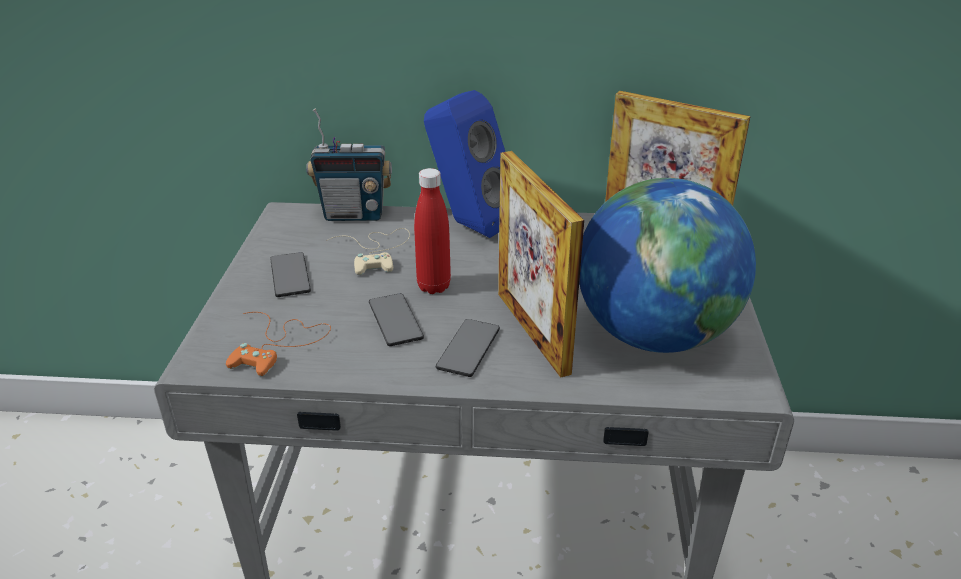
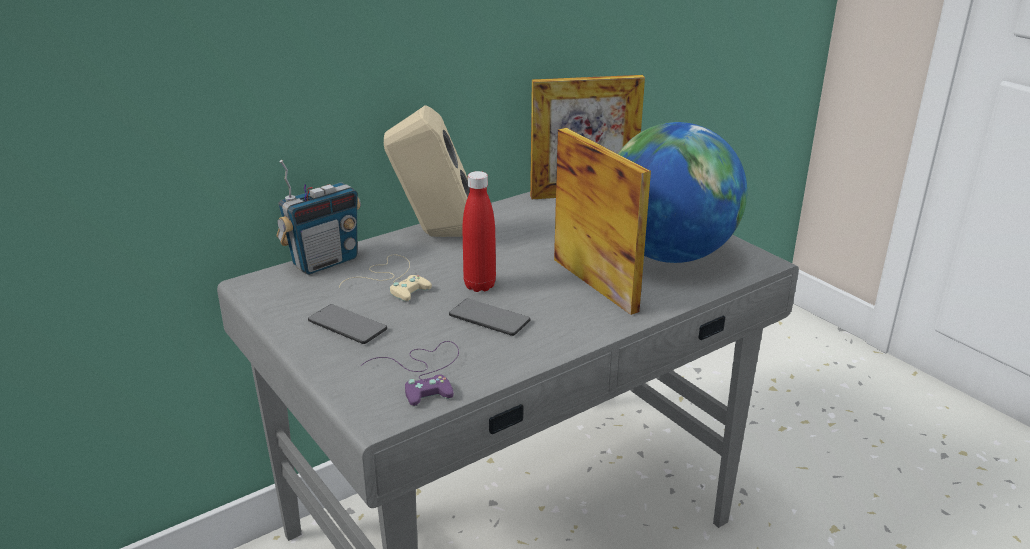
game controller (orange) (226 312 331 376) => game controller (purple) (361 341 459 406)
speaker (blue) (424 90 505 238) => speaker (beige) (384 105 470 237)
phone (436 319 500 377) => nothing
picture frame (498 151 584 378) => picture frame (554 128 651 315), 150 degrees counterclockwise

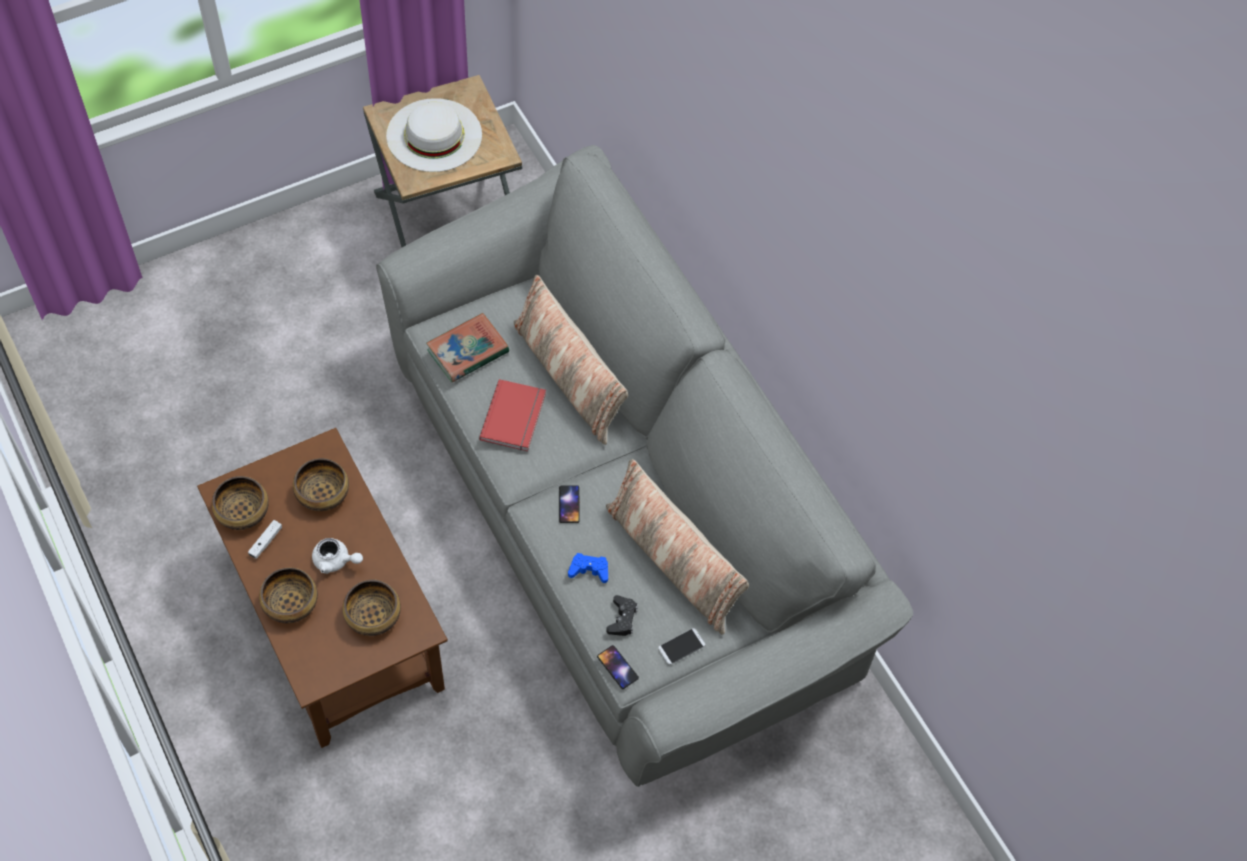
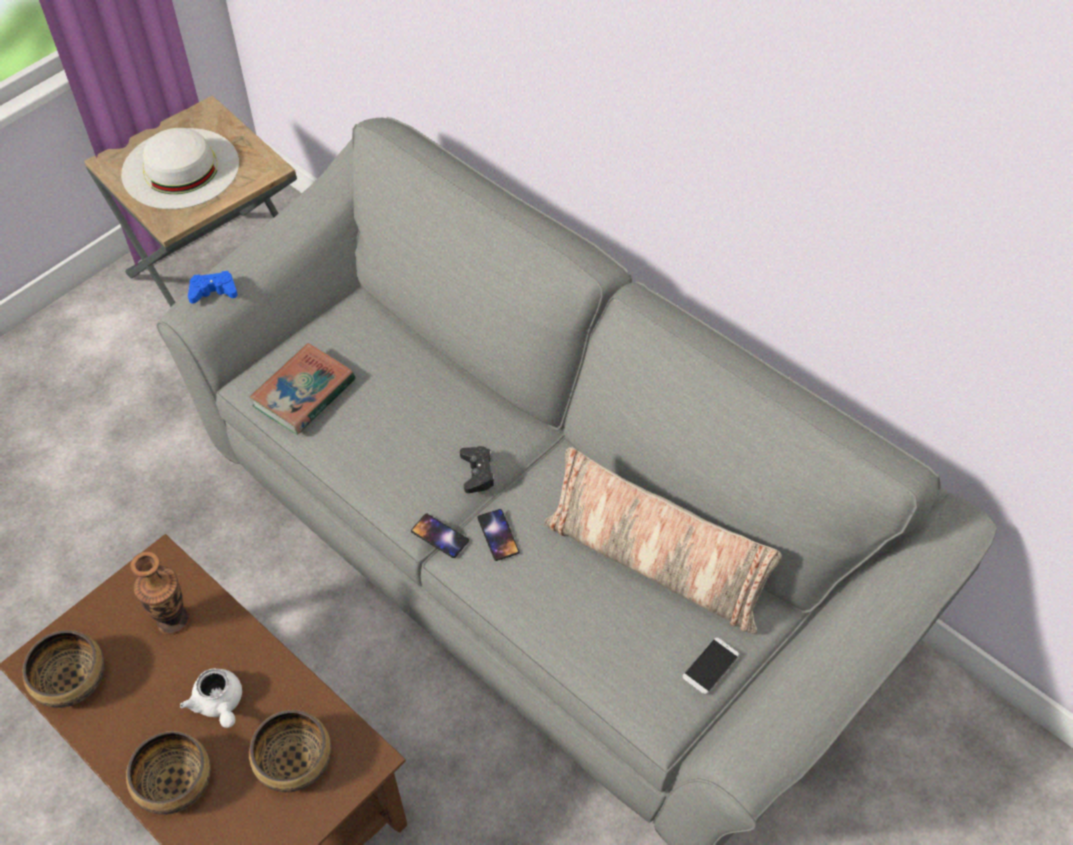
game controller (white) (248 520 282 559) => nothing
bowl (293 458 349 511) => vase (130 551 190 635)
teapot (white) (312 538 363 574) => teapot (white) (180 668 242 728), 60 degrees clockwise
book (red) (479 379 546 451) => nothing
pillow (514 275 628 445) => nothing
game controller (blue) (568 553 608 583) => game controller (blue) (188 271 238 304), shifted
phone (597 645 639 689) => phone (411 514 469 558), shifted
game controller (black) (606 595 638 636) => game controller (black) (460 446 495 493), shifted

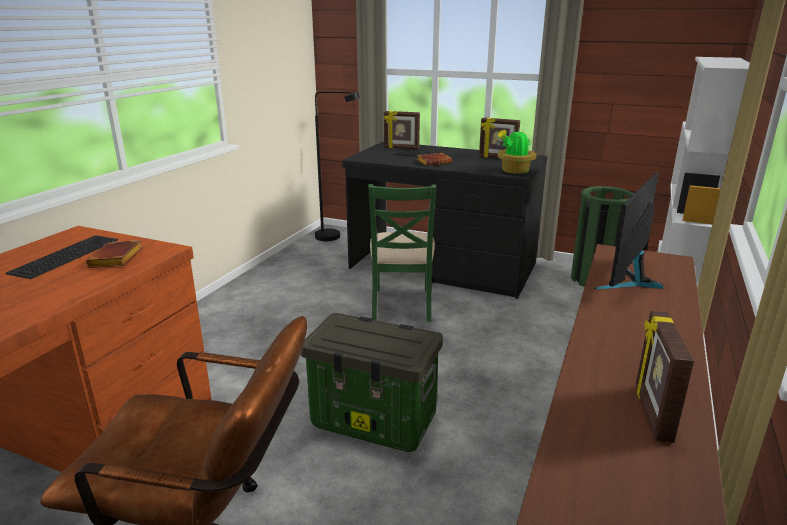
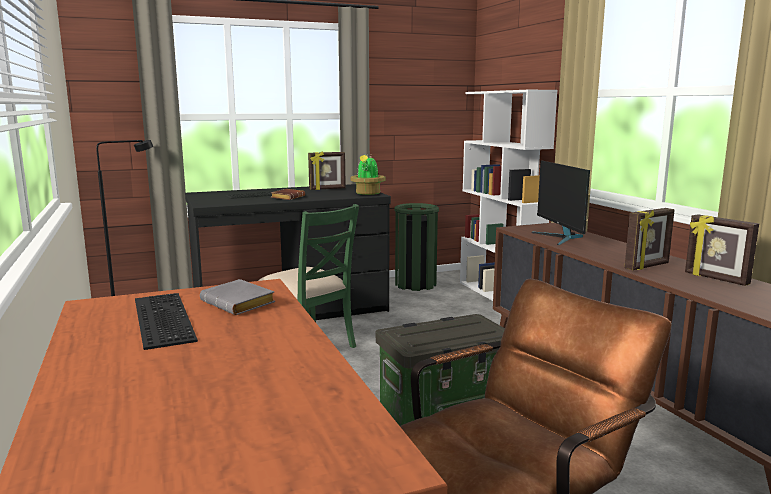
book (brown) (86 240 143 268) => book (grey) (200 279 275 315)
picture frame (384 111 420 149) => picture frame (624 208 675 270), shifted

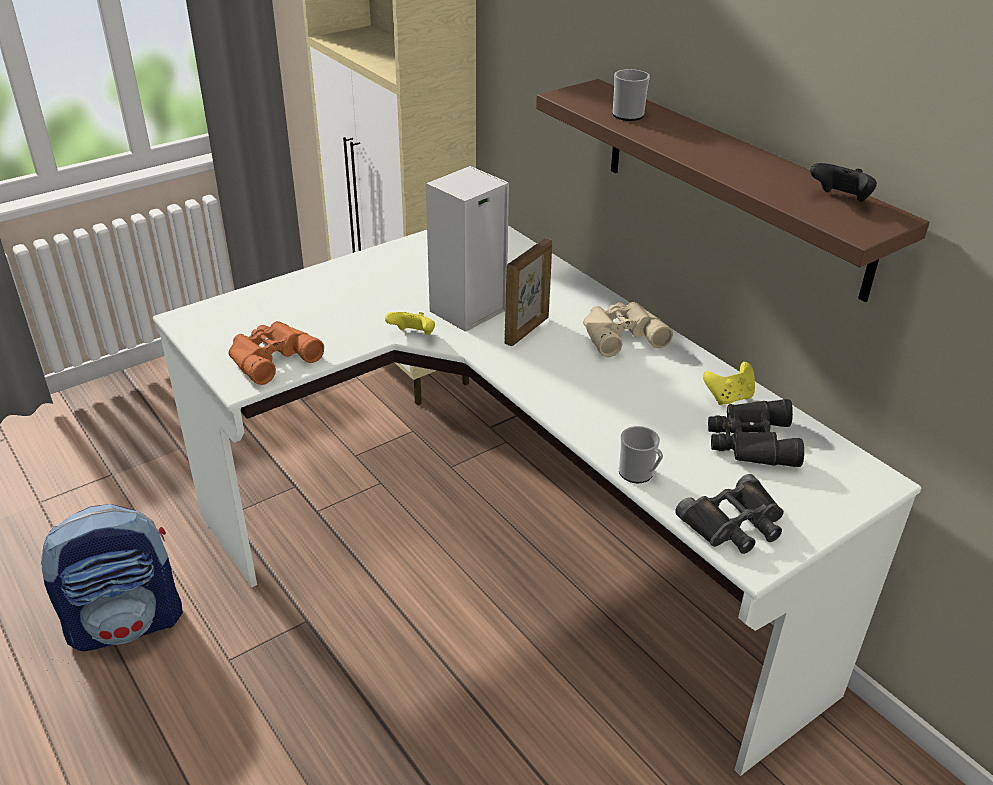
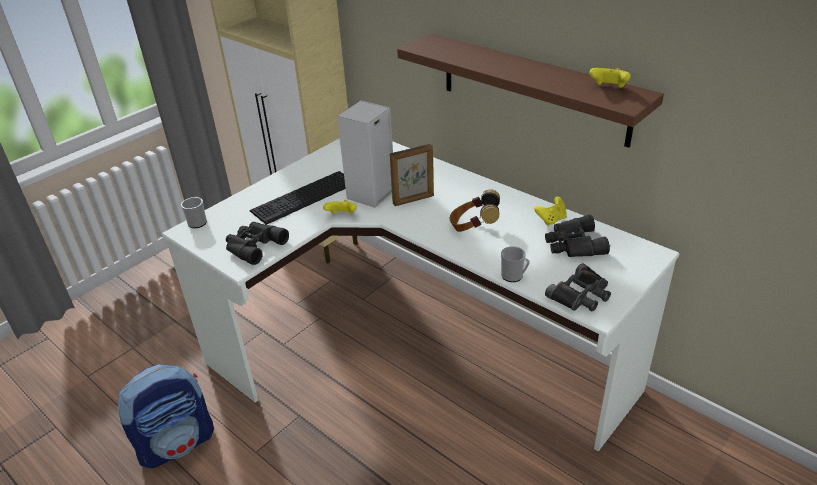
binoculars (orange) (229 321 324 385) => binoculars (black) (226 222 289 265)
picture frame (504 238 552 346) => picture frame (390 144 434 206), 45 degrees clockwise
binoculars (beige) (583 302 673 357) => nothing
mug (613 69 650 121) => mug (181 197 207 228), shifted
game controller (black) (810 163 877 202) => game controller (yellow) (589 68 631 88)
nothing => keyboard (250 171 346 225)
nothing => headphones (450 190 500 232)

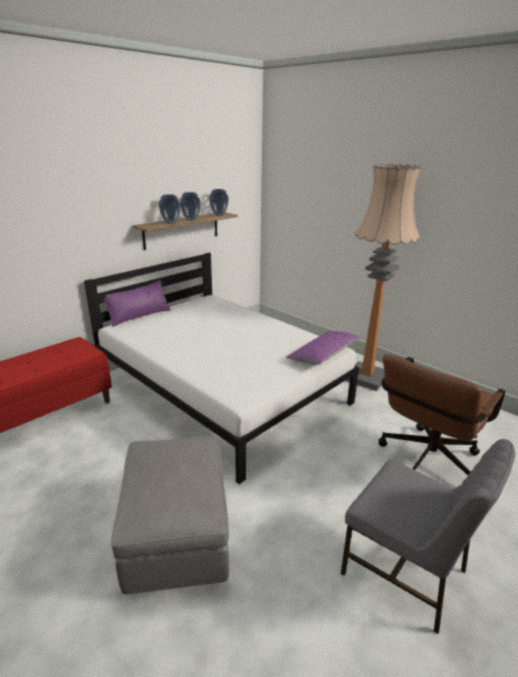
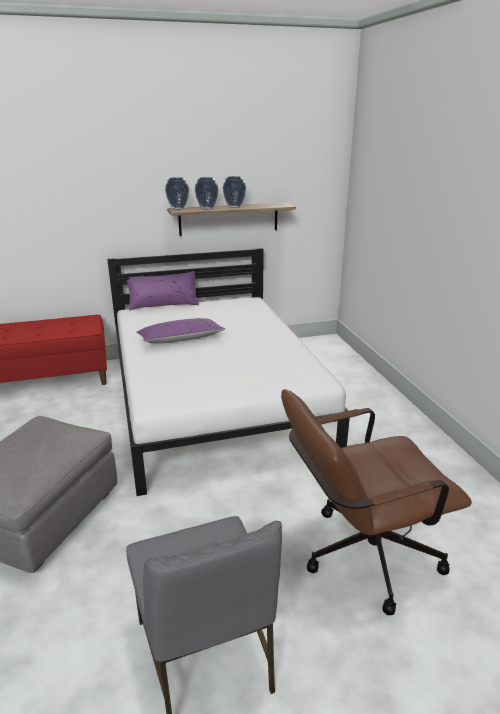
vase (209 189 229 216) => vase (165 177 189 210), shifted
pillow (purple) (286 331 361 365) => pillow (purple) (137 318 225 344), shifted
floor lamp (345 164 420 391) => nothing

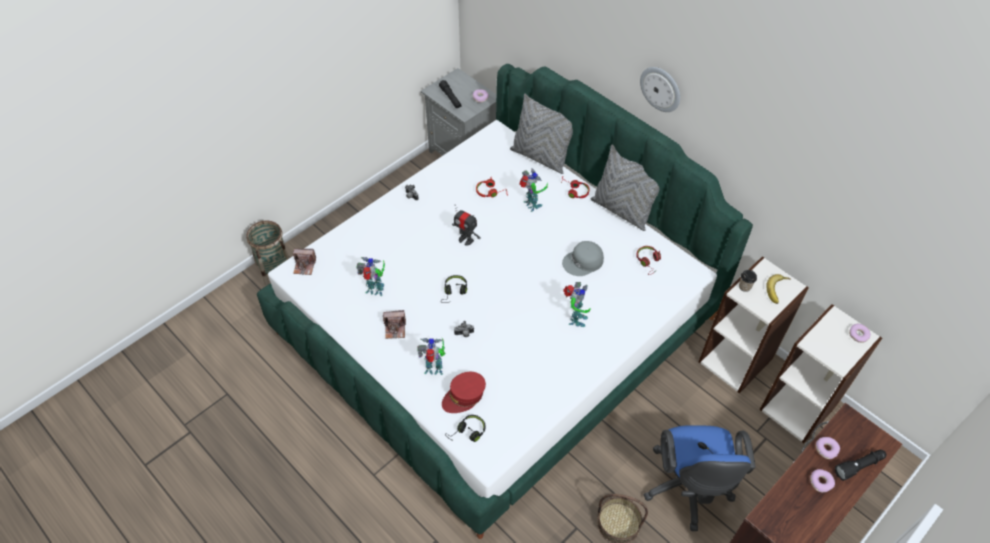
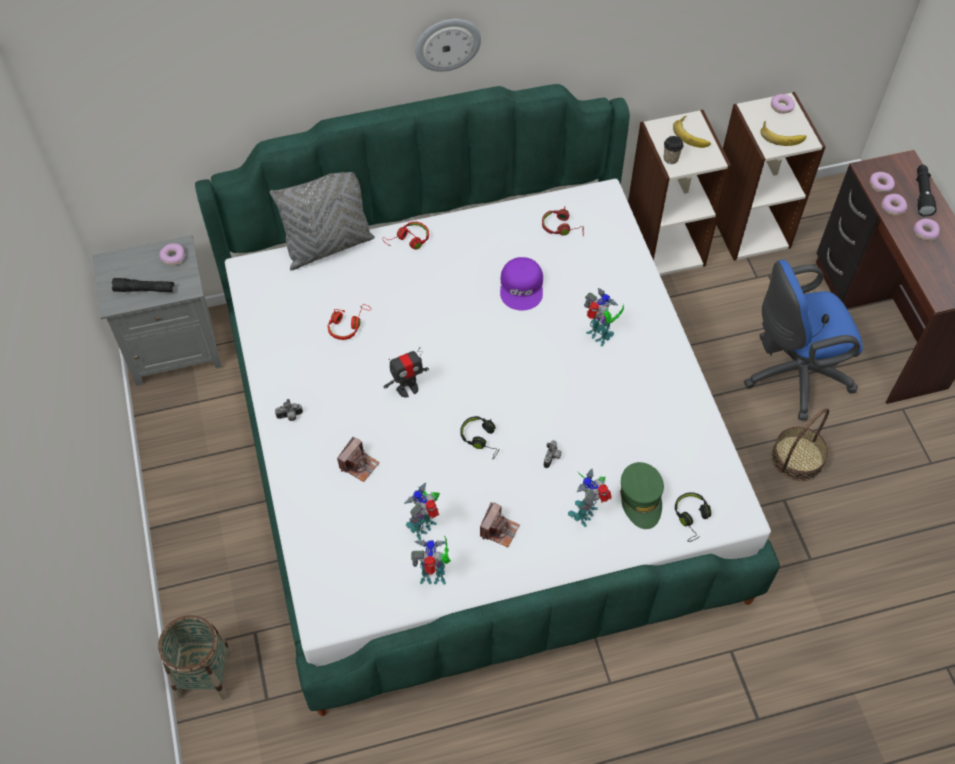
photo camera (293 249 316 275) => photo camera (337 437 380 482), shifted
cap (red) (442 372 486 413) => cap (green) (620 462 664 529)
toy robot (519 169 548 212) => toy robot (411 536 451 585), shifted
cap (grey) (562 241 604 276) => cap (purple) (500 257 543 310)
pillow (grey) (591 145 660 231) => nothing
office chair (blue) (644 425 756 531) => office chair (blue) (744 260 863 420), 135 degrees clockwise
nothing => banana (760 121 806 146)
nothing => donut (870 172 895 193)

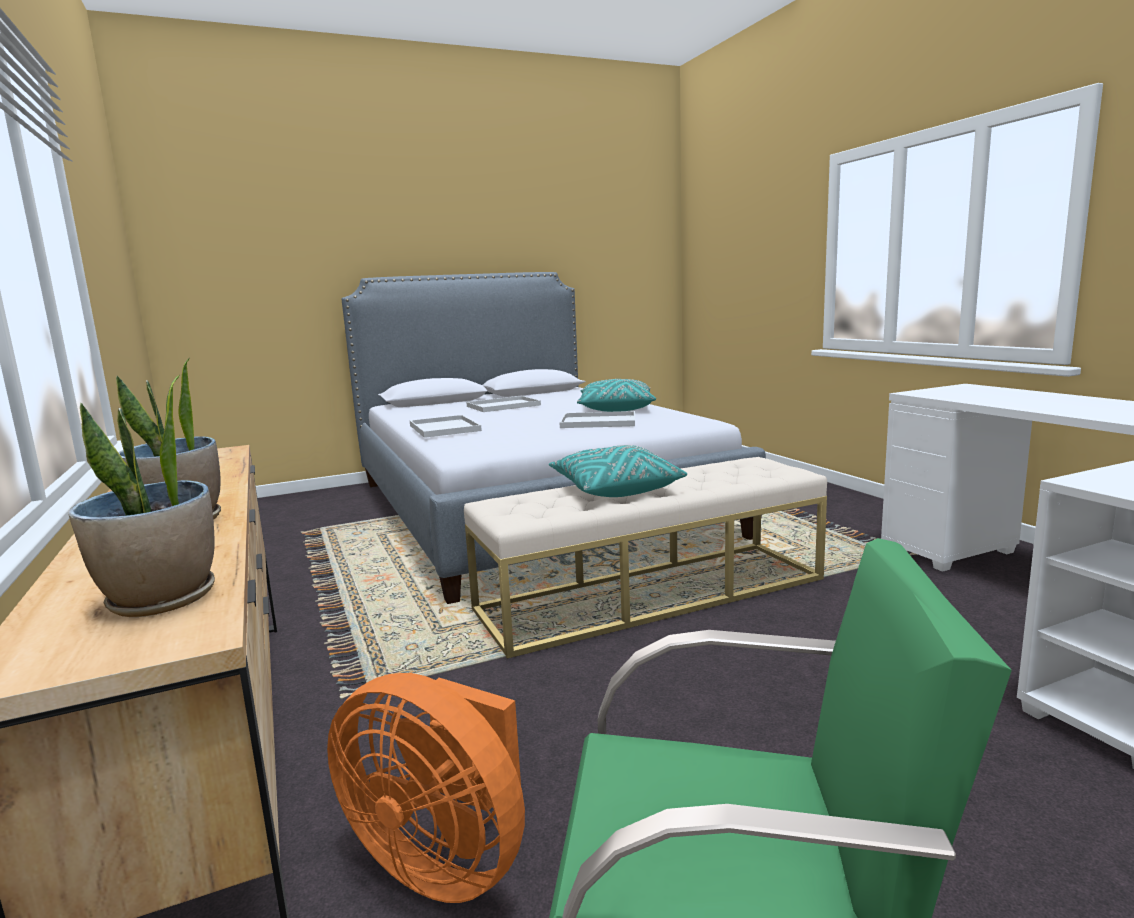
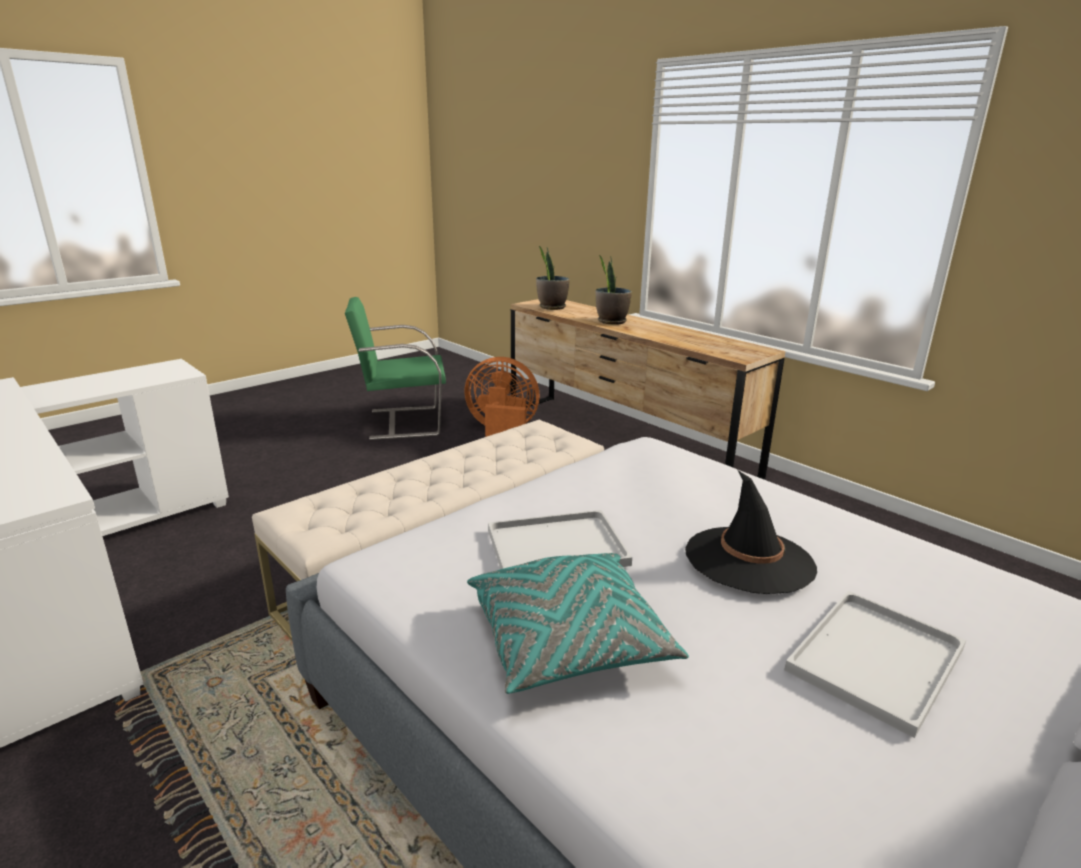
tray (white) (410 415 482 438) => nothing
pillow (turquoise) (549 445 687 497) => nothing
nothing => hat (black) (685 470 817 594)

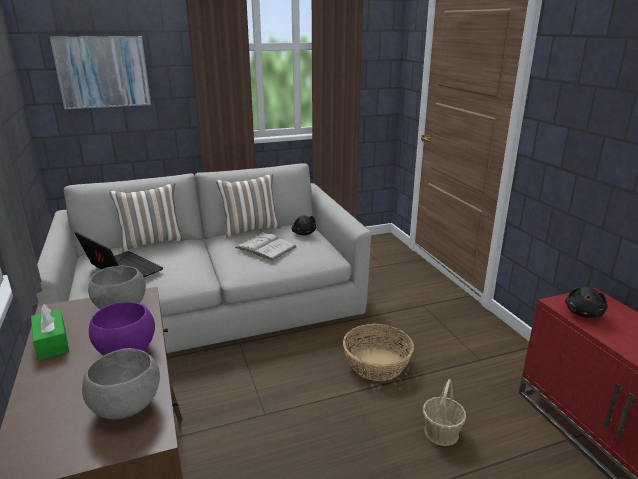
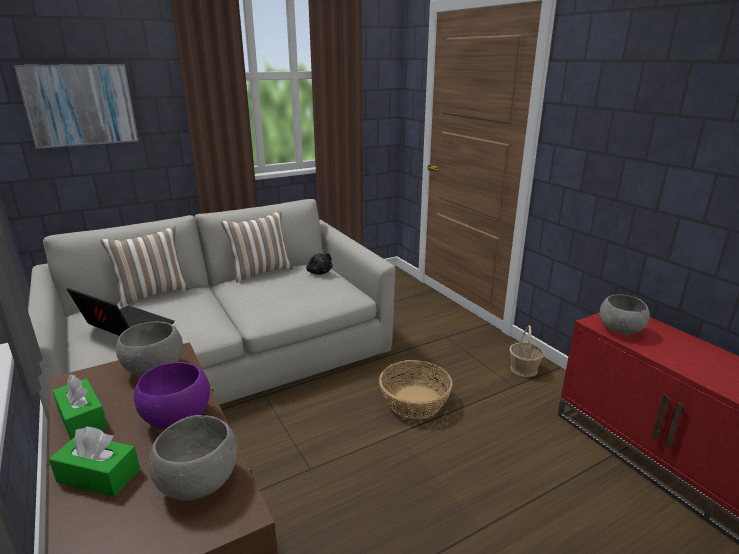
book (white) (235 232 297 261) => nothing
basket (423 379 466 446) => basket (509 325 544 377), shifted
plush toy (black) (565 287 608 318) => bowl (grey) (600 294 650 334)
nothing => tissue box (green) (49 427 140 497)

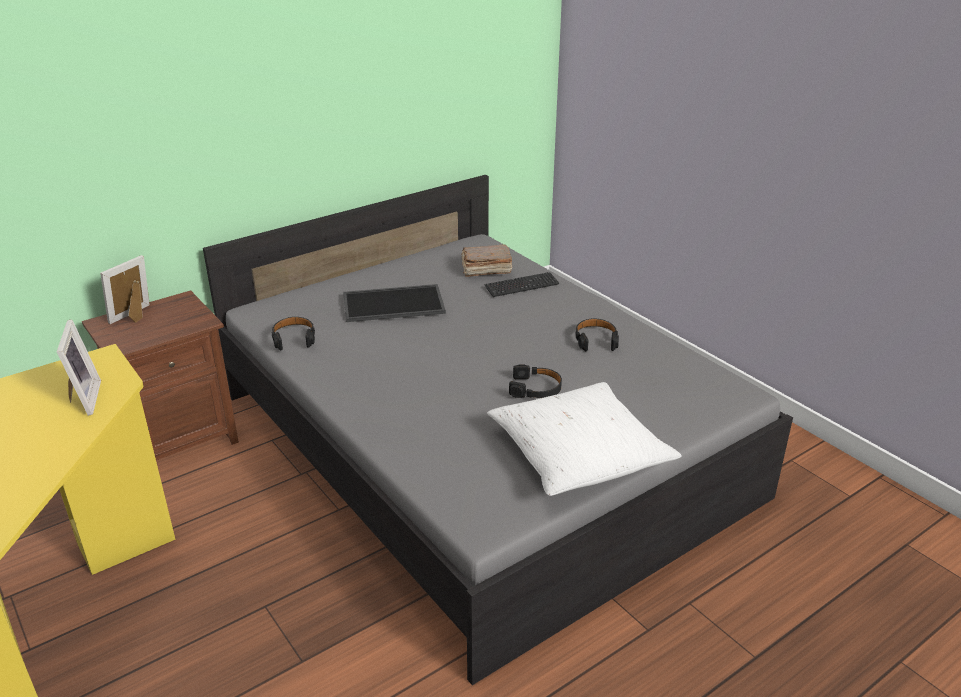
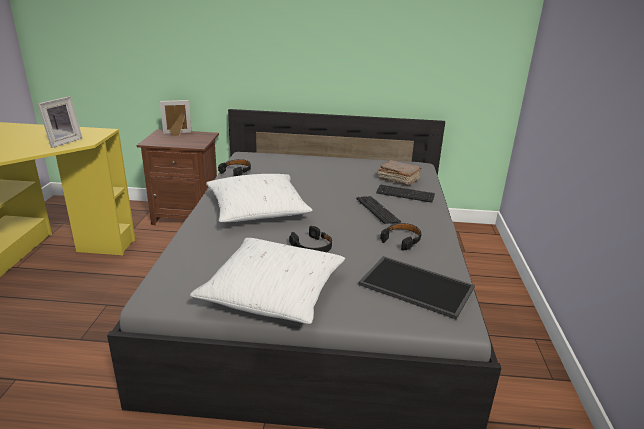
tray (343 284 446 322) => tray (358 256 475 320), shifted
nothing => pillow (white) (206 174 313 222)
nothing => keyboard (356 196 401 224)

